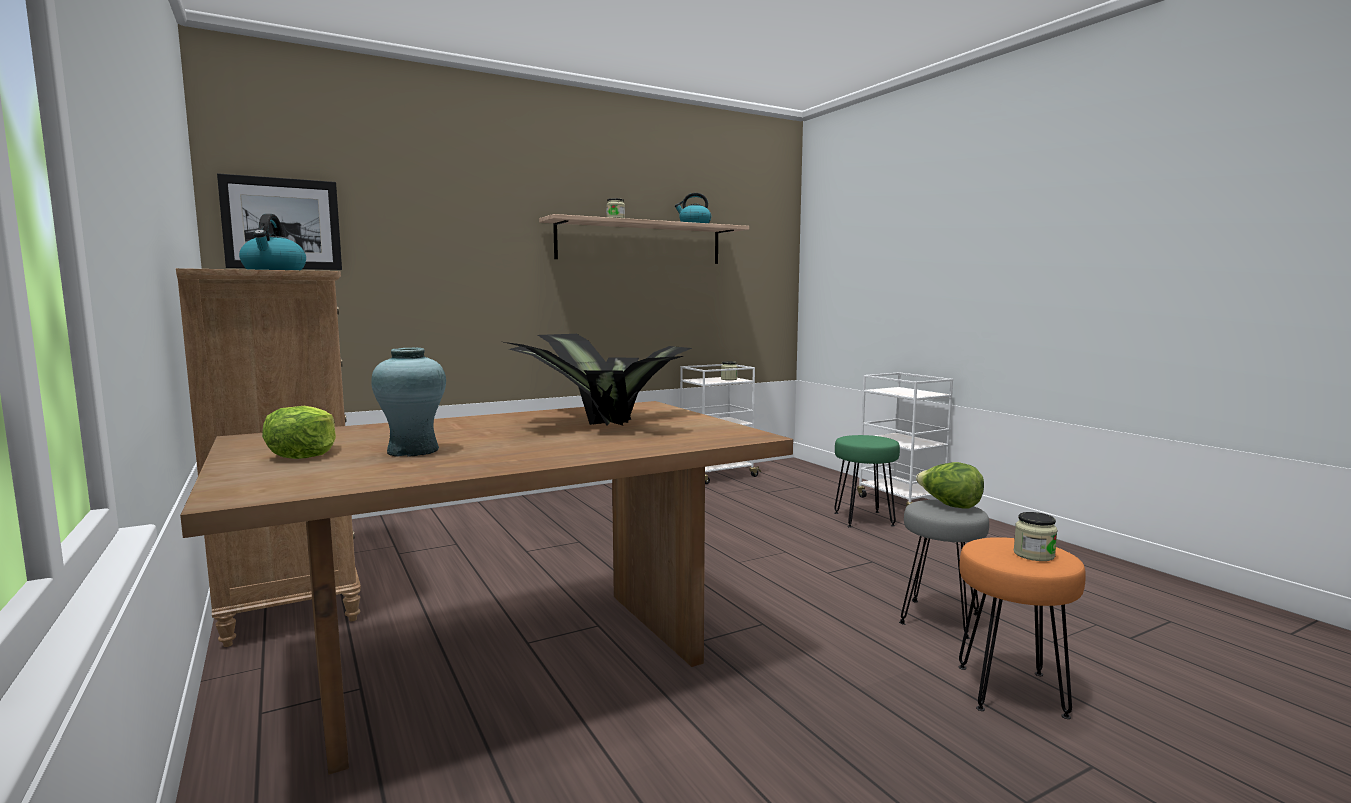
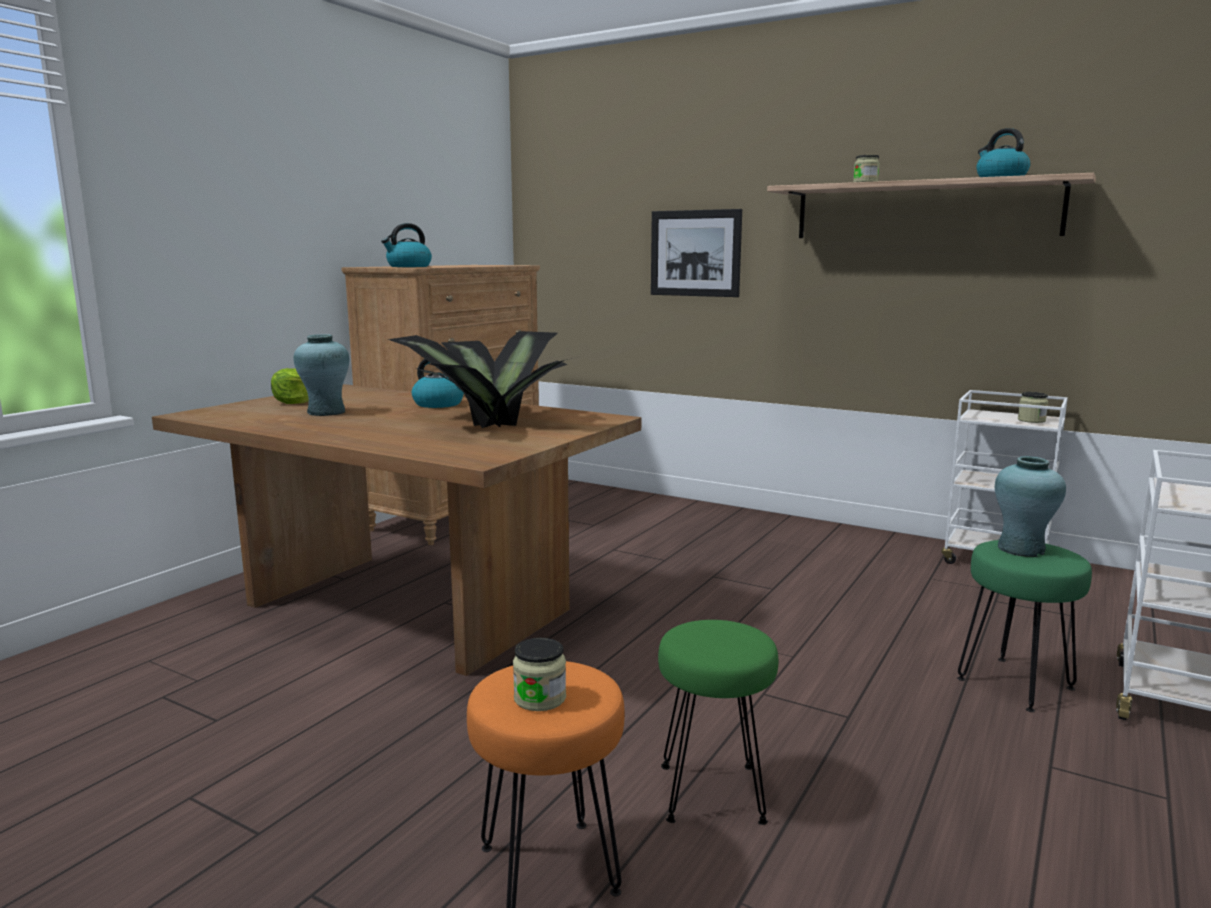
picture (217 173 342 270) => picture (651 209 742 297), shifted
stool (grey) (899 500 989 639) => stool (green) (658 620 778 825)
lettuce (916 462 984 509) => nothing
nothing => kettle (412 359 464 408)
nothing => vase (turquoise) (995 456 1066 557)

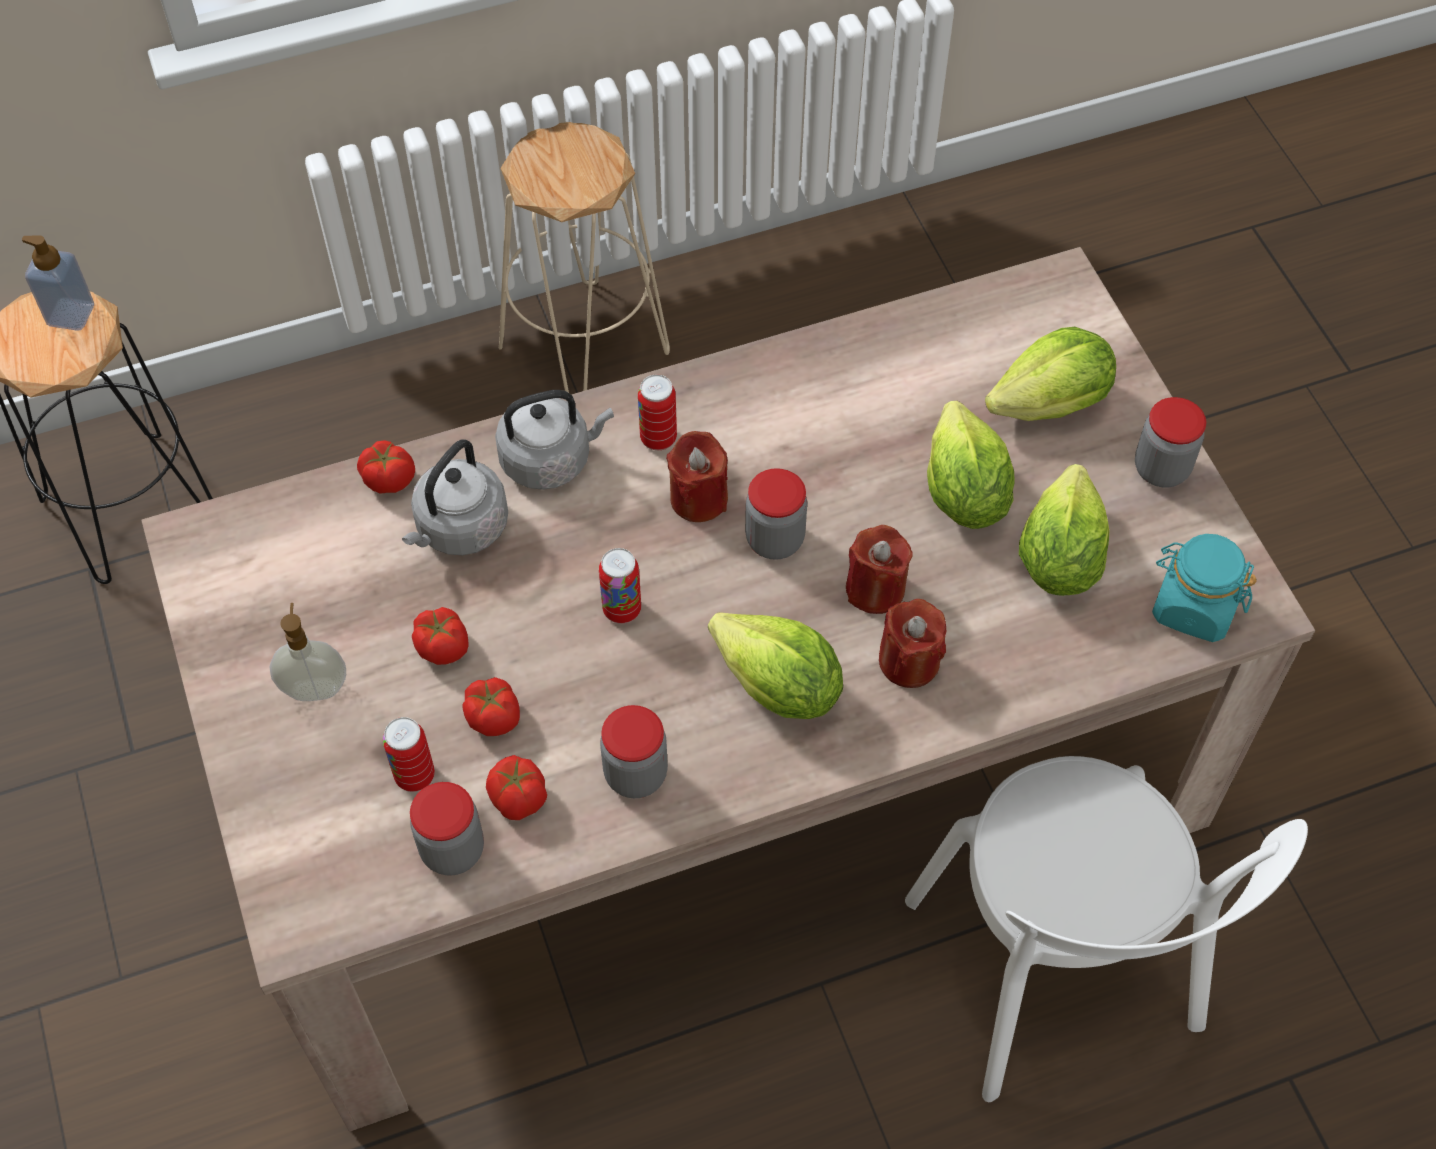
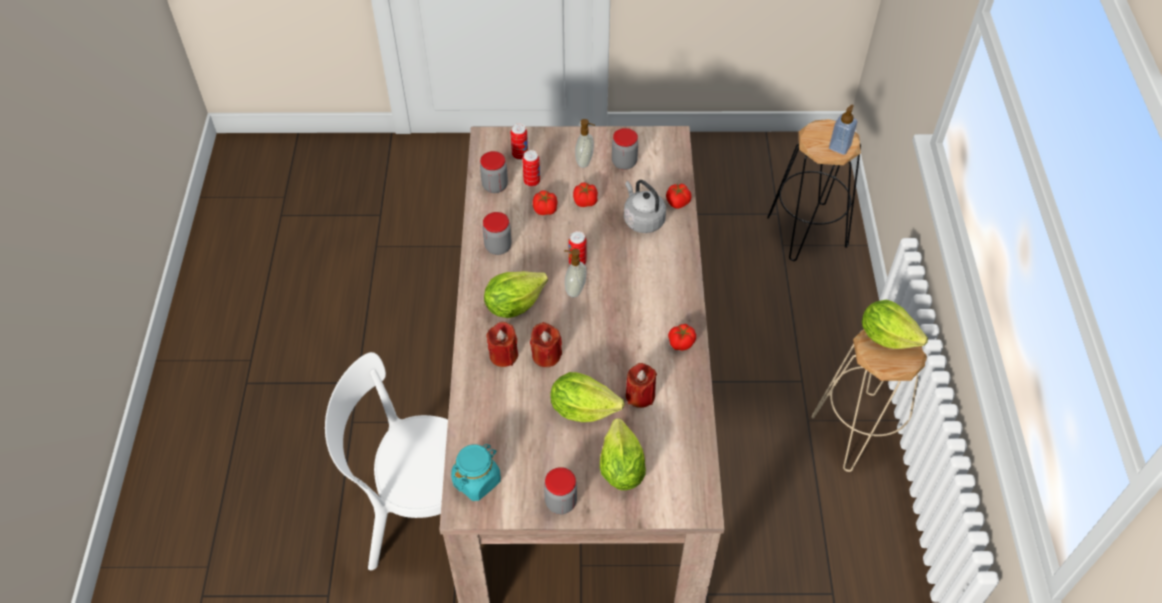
tomato (486 755 547 820) => tomato (668 324 696 351), shifted
kettle (grey) (495 390 614 490) => nothing
can (638 374 677 450) => can (510 123 528 160), shifted
candle (red) (666 431 728 522) => candle (red) (626 363 657 408), shifted
jar (745 468 807 560) => jar (612 128 638 170), shifted
lettuce (1019 464 1109 596) => lettuce (862 300 928 349), shifted
nothing => soap dispenser (564 249 587 298)

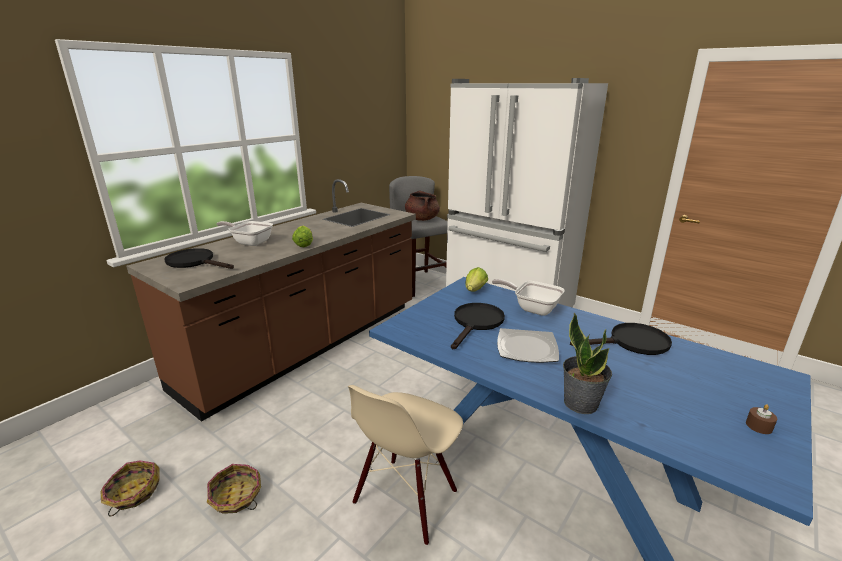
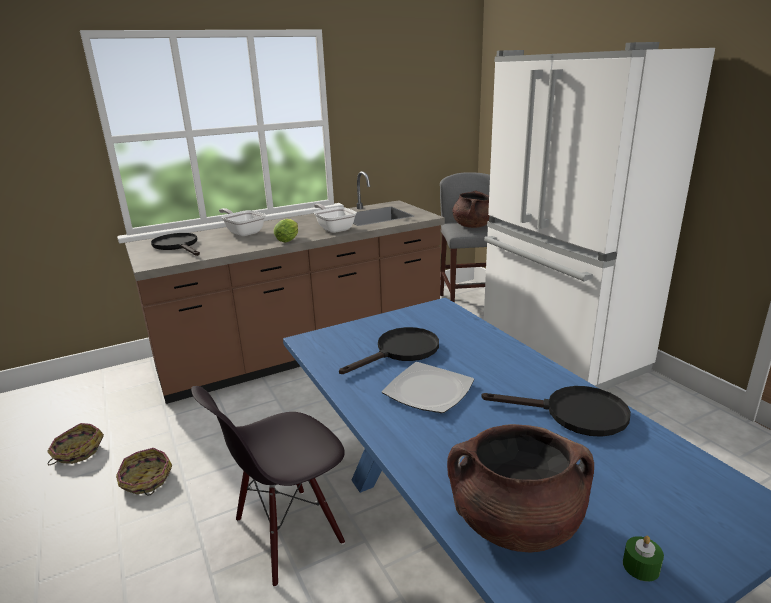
chair (beige) (348 385 463 546) => chair (black) (191 386 345 587)
lettuce (465 267 488 291) => nothing
frying pan (492 279 565 316) => frying pan (314 204 357 233), shifted
potted plant (563 312 612 414) => nothing
candle (brown) (746 404 777 434) => candle (green) (623 536 664 582)
nothing => cooking pot (brown) (447 424 594 552)

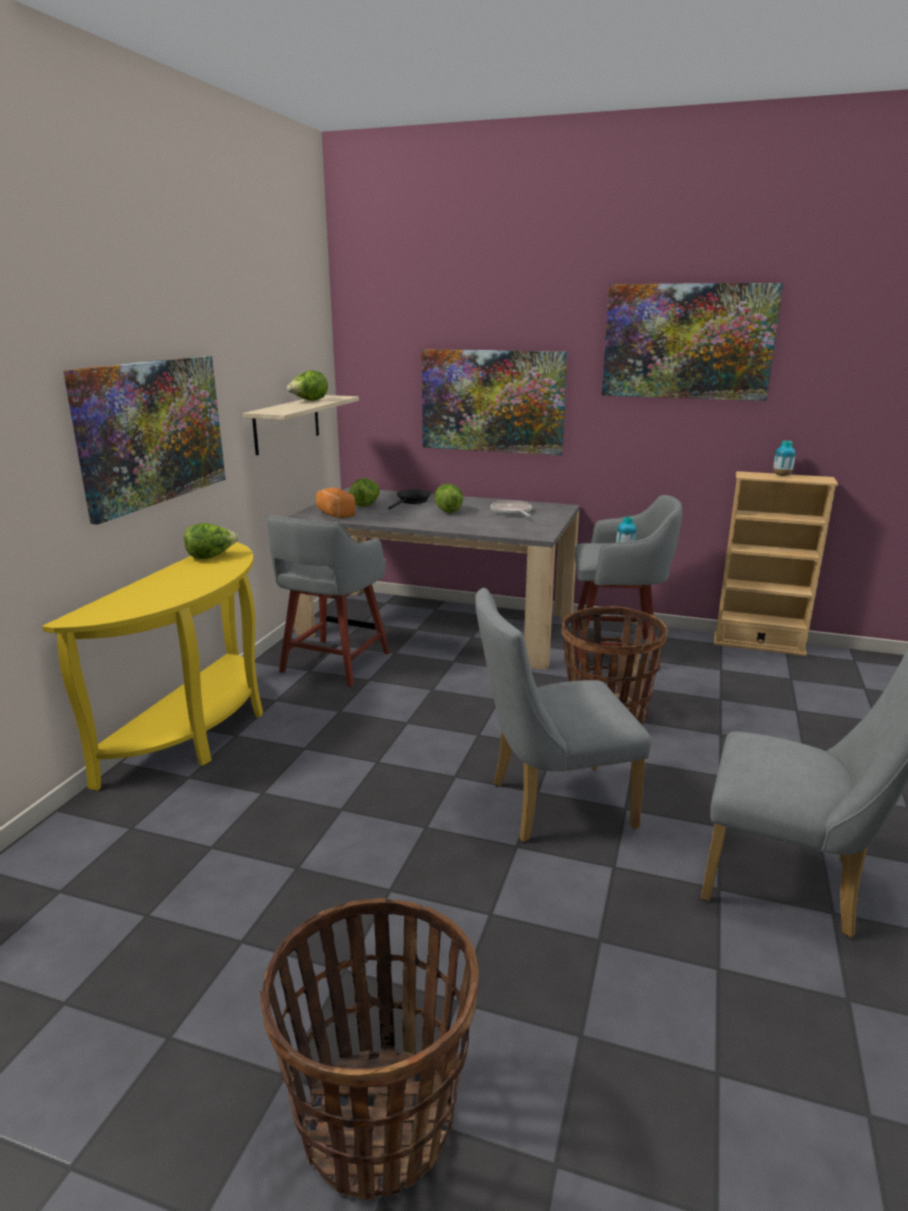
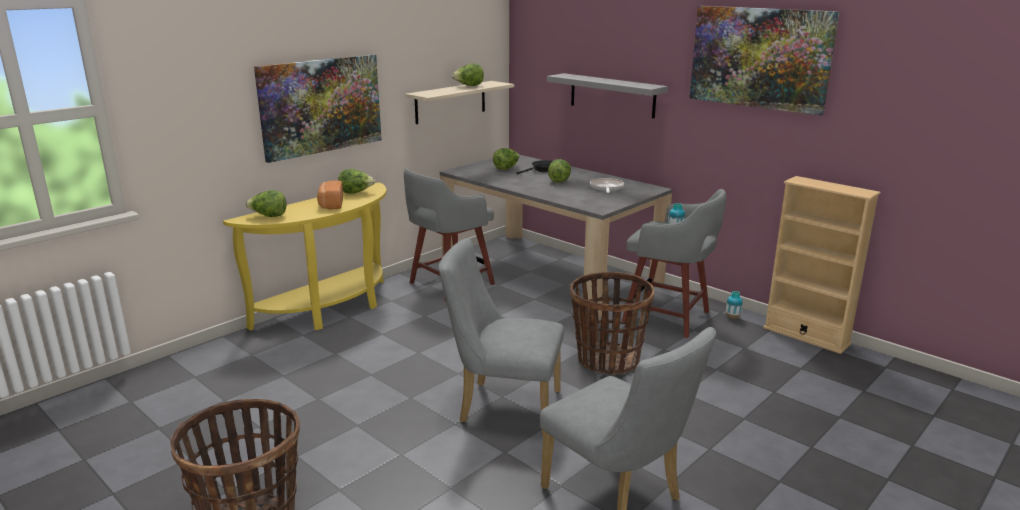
bread (316 488 356 518) => bread (317 181 343 210), shifted
picture (421 349 568 455) => shelf (grey) (547 73 668 118)
vase (773 441 795 476) => vase (726 291 743 319), shifted
nothing => lettuce (245 190 287 217)

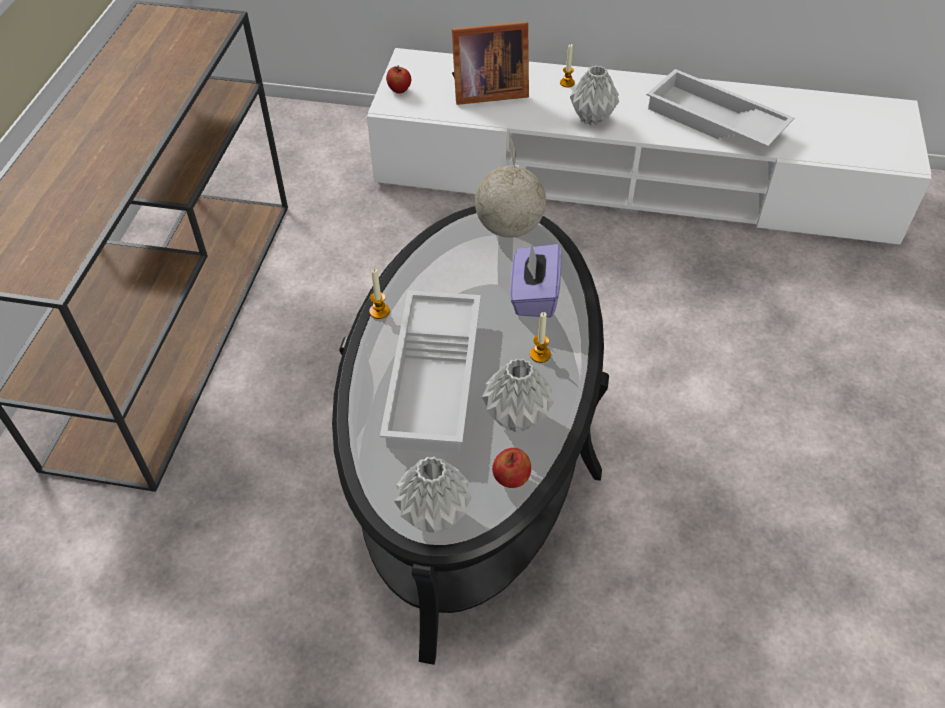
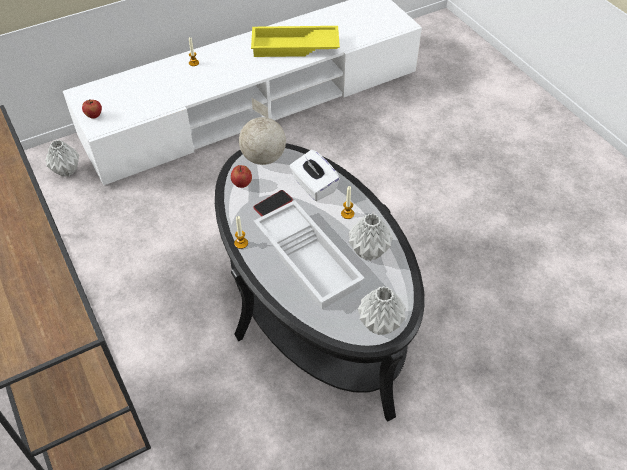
picture frame (452 21 529 105) => nothing
apple (492 448 531 488) => apple (231 165 252 188), shifted
tissue box (purple) (510 243 562 318) => tissue box (white) (289 150 340 201)
vase (grey) (570 65 619 125) => vase (grey) (45 140 79 177), shifted
tray (white) (647 69 794 148) => tray (yellow) (251 26 340 57)
nothing => phone (253 190 293 216)

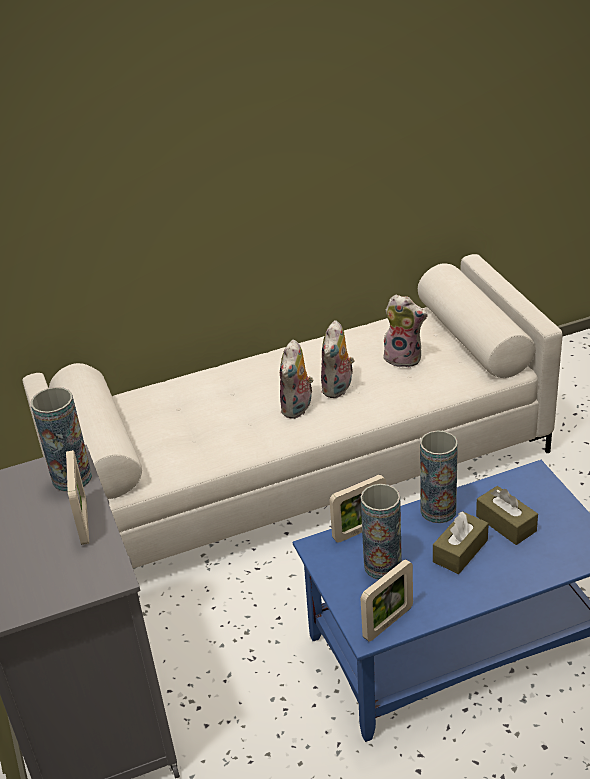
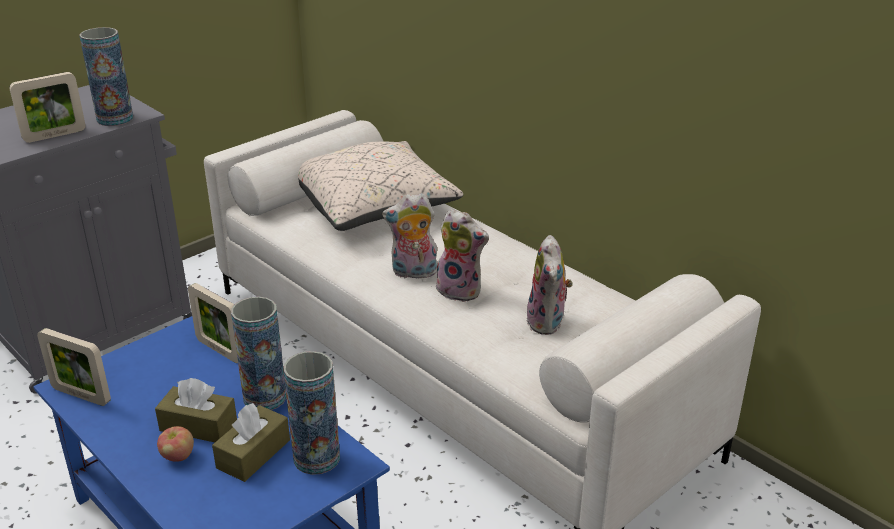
plush toy (321 320 355 398) => plush toy (436 209 489 302), 150 degrees counterclockwise
vase (361 484 402 580) => vase (284 351 340 475), shifted
nothing => apple (157 426 194 462)
nothing => pillow (beige) (298 141 463 231)

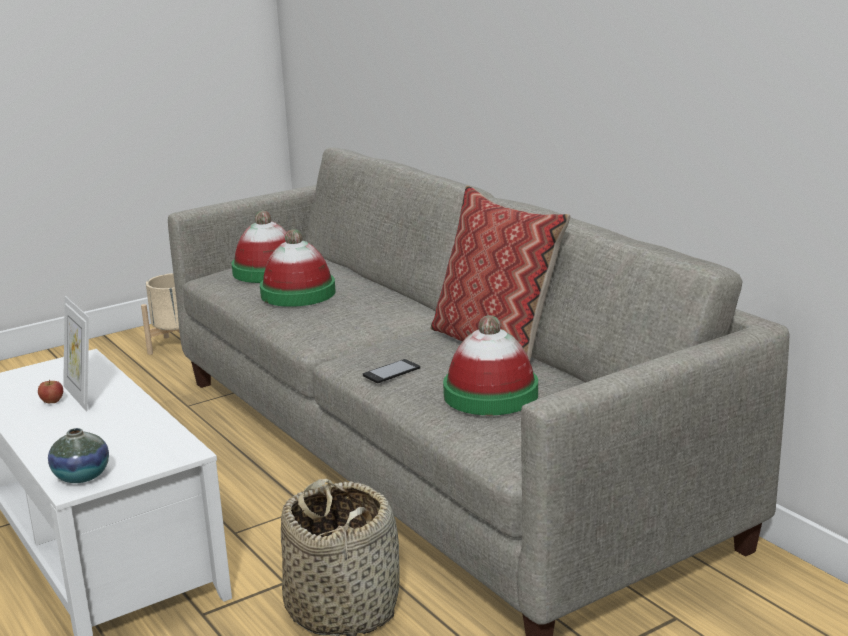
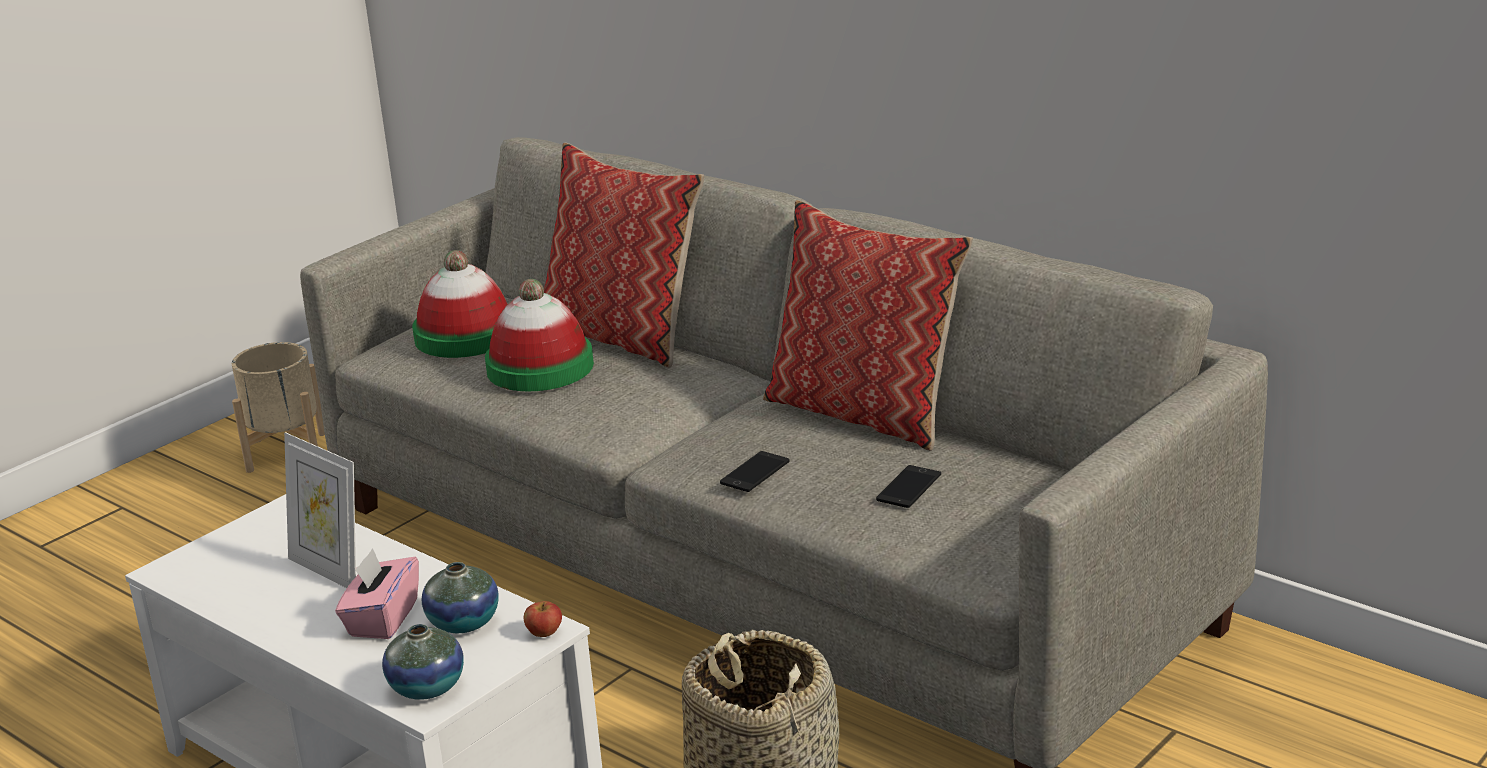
apple (38 380 63 403) => apple (524 601 562 637), shifted
hat (443 315 538 415) => phone (876 465 941 508)
nothing => tissue box (pink) (335 548 419 639)
nothing => vase (422 562 498 633)
nothing => pillow (544 142 704 368)

